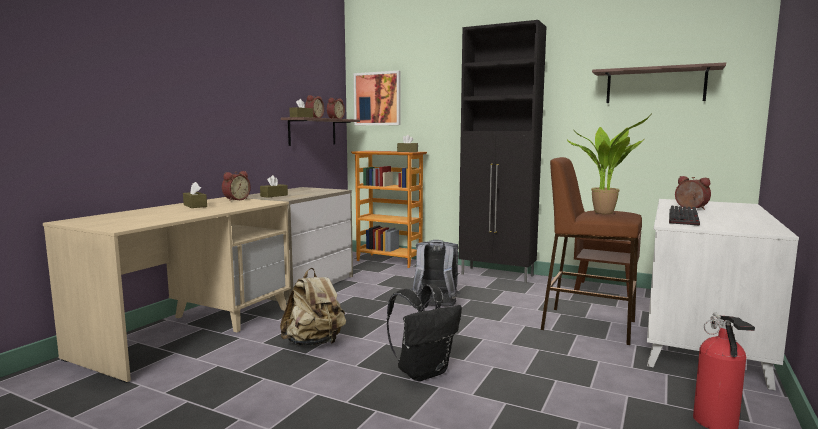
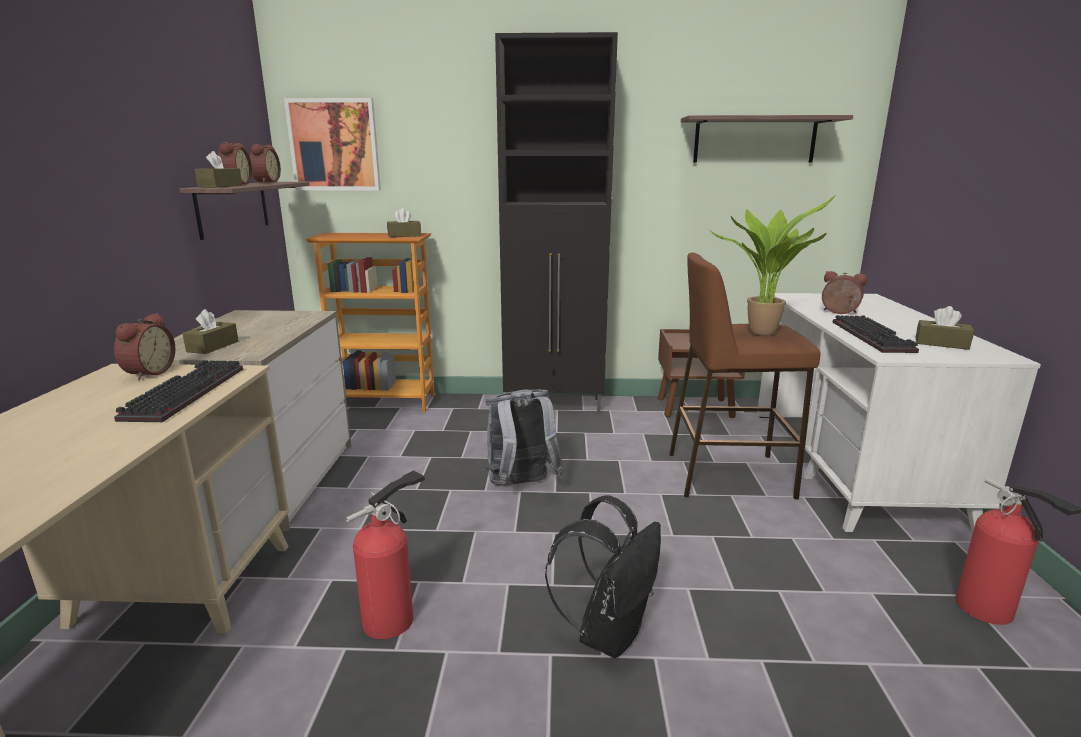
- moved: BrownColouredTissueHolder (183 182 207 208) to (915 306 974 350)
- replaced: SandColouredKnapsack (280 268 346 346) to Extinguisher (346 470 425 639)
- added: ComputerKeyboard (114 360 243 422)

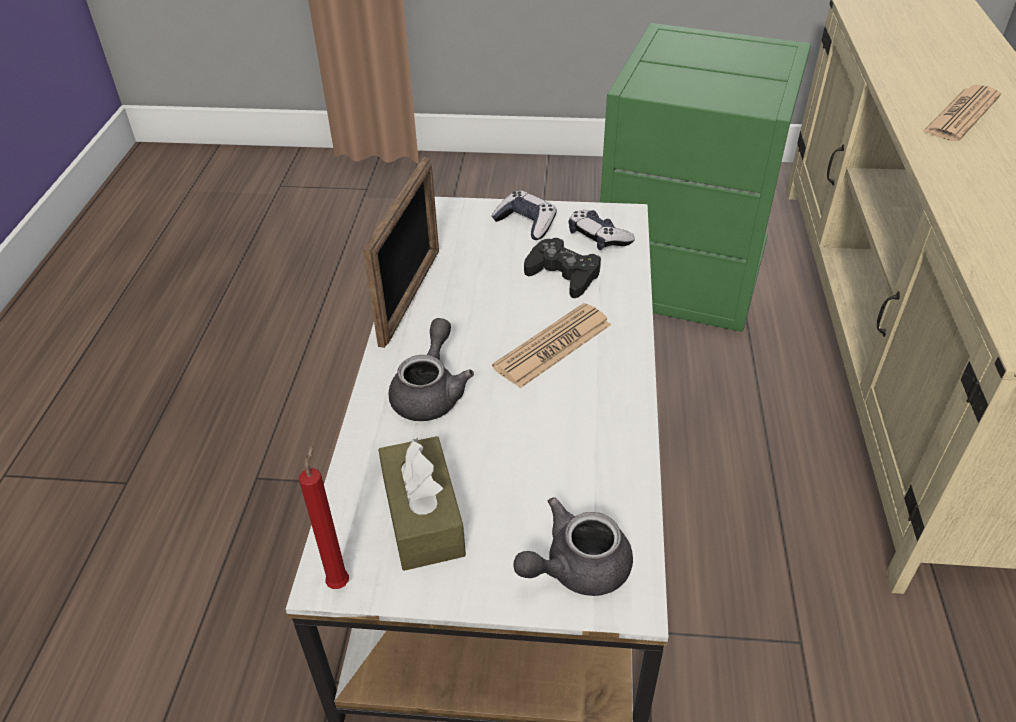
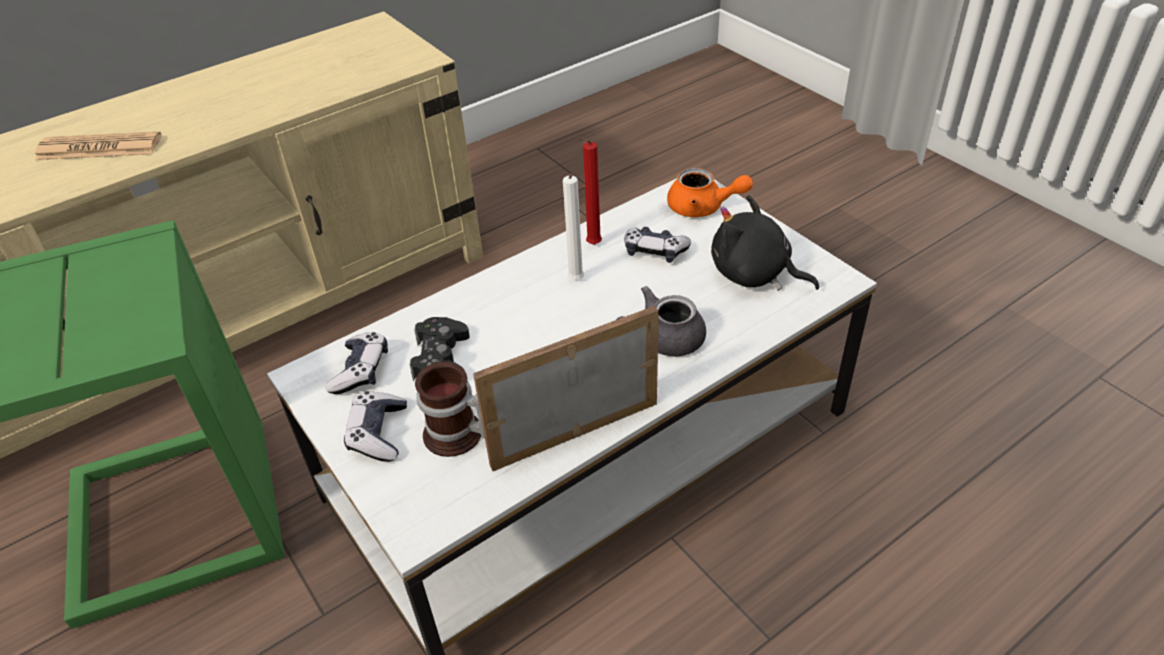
- removed: DailyPaper (492 303 611 388)
- replaced: BrownColouredTissueHolder (378 436 466 571) to BlackSoftToy (711 195 819 291)
- moved: ReddishCandle (299 445 349 589) to (578 137 602 245)
- recoloured: GreyTeapot (513 497 633 596) to OrangeyTeapot (667 168 753 217)
- added: WhiteCandle (563 174 584 280)
- added: GameController (624 227 691 263)
- added: CoffeeMug (415 362 485 457)

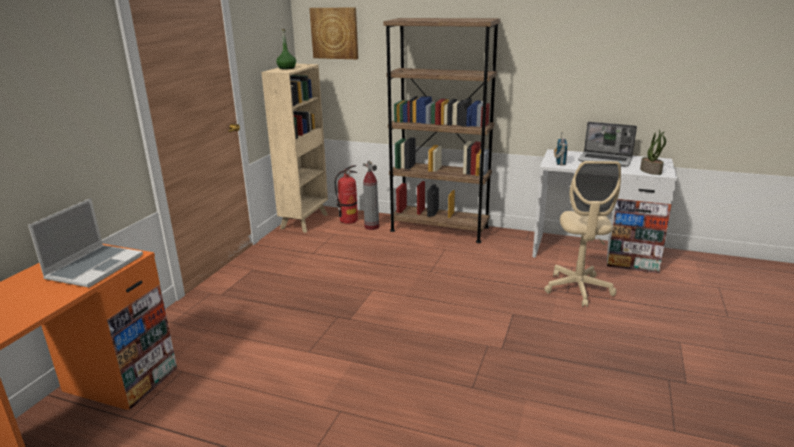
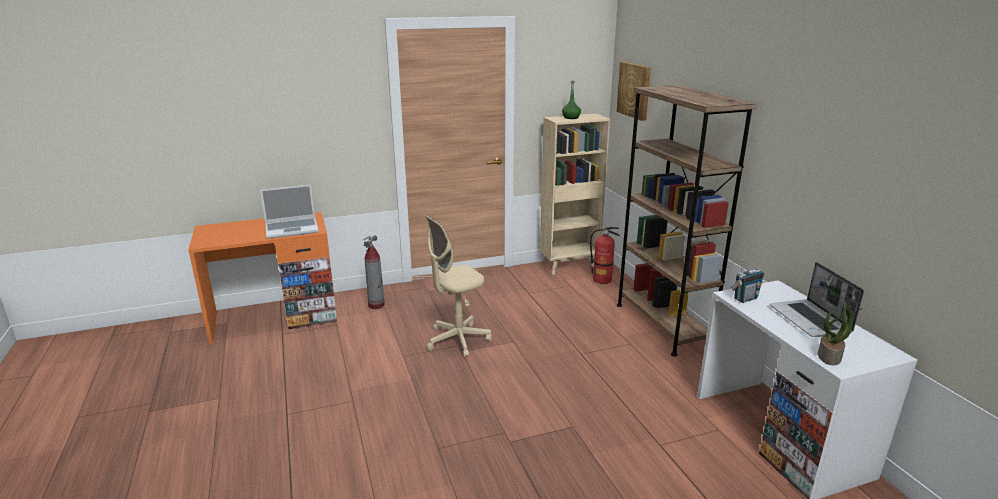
- moved: Extinguisher (363 160 379 230) to (363 235 385 309)
- moved: SandColouredComputerChair (544 161 621 307) to (425 215 492 358)

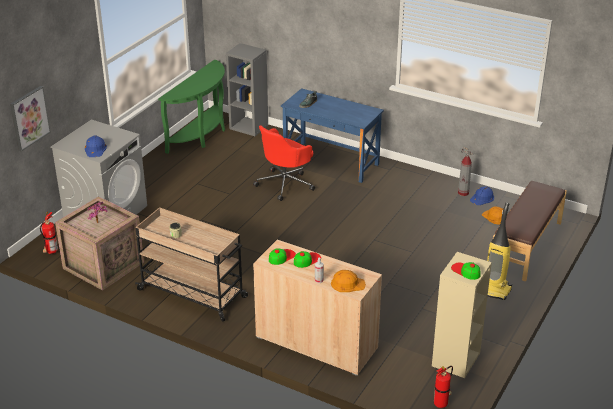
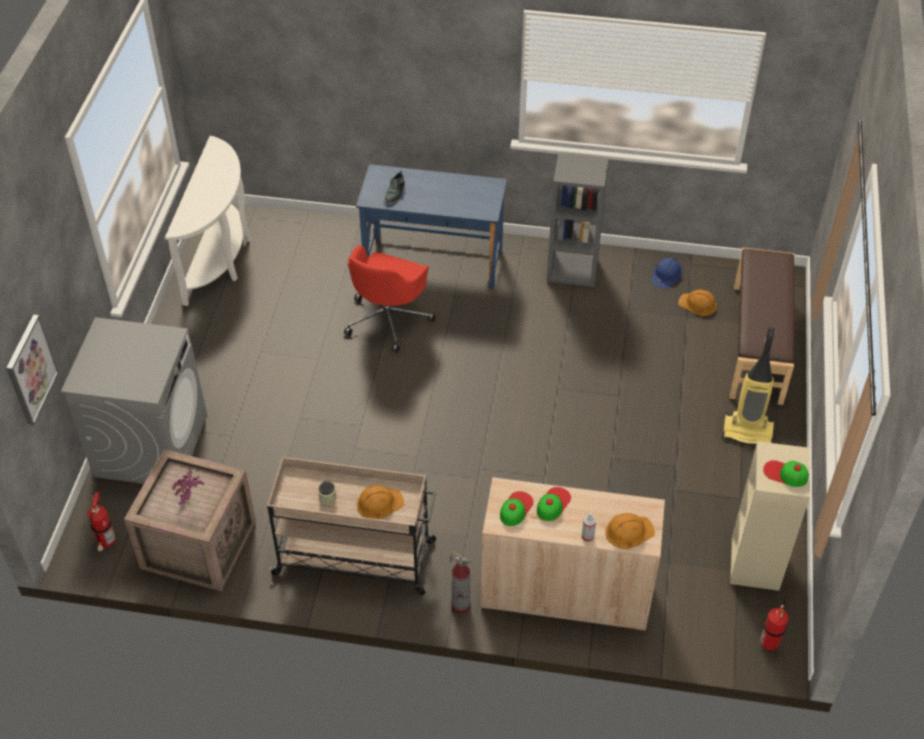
- moved: GreyShelvingUnit (226 43 268 136) to (547 153 609 287)
- recoloured: GreenHallTable (158 59 225 154) to WhiteHallTable (165 136 251 306)
- removed: BlueColouredHardHat (85 135 107 157)
- moved: Extinguisher (458 147 474 196) to (449 551 473 614)
- added: OrangeyHardHat (357 485 404 519)

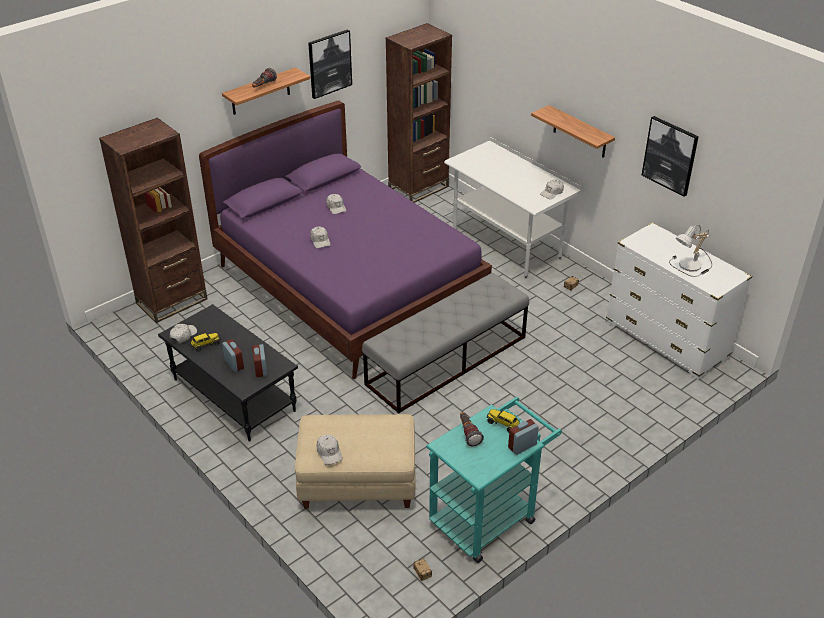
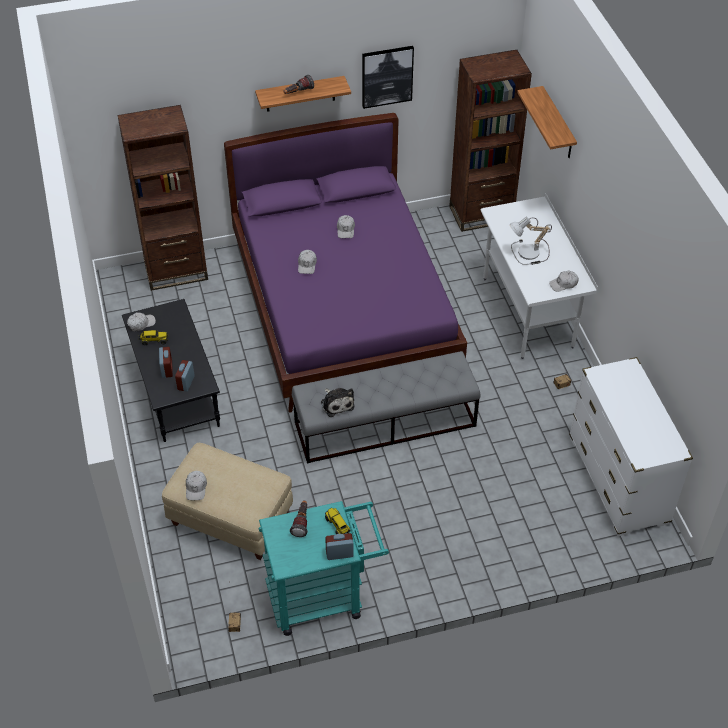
- moved: BracketShelf (531 105 615 158) to (517 86 577 158)
- removed: Picture (642 116 699 197)
- moved: TabletopLamp (669 225 712 277) to (510 217 552 265)
- added: SoftToy (321 388 354 417)

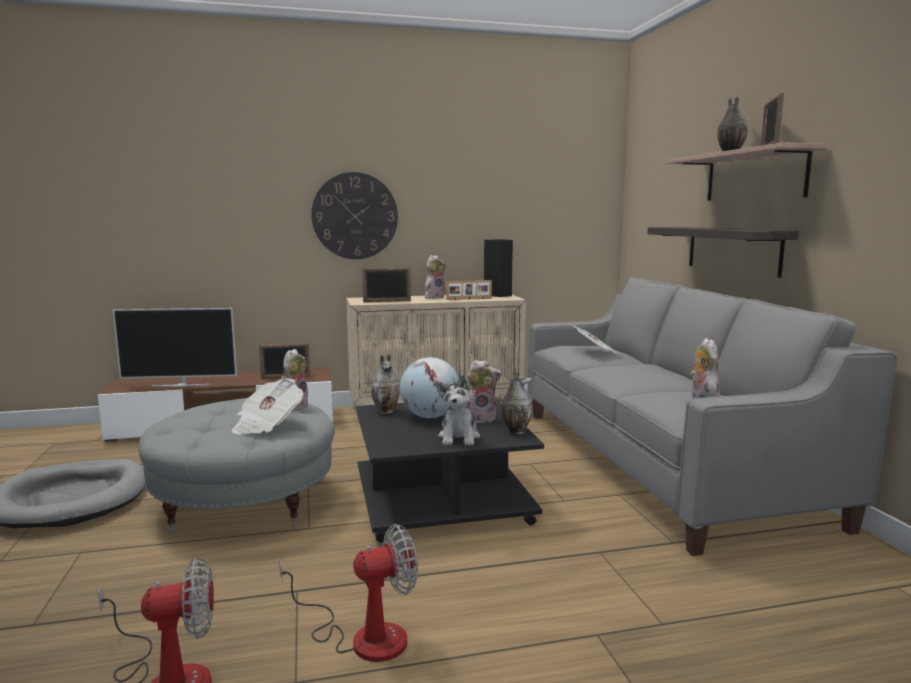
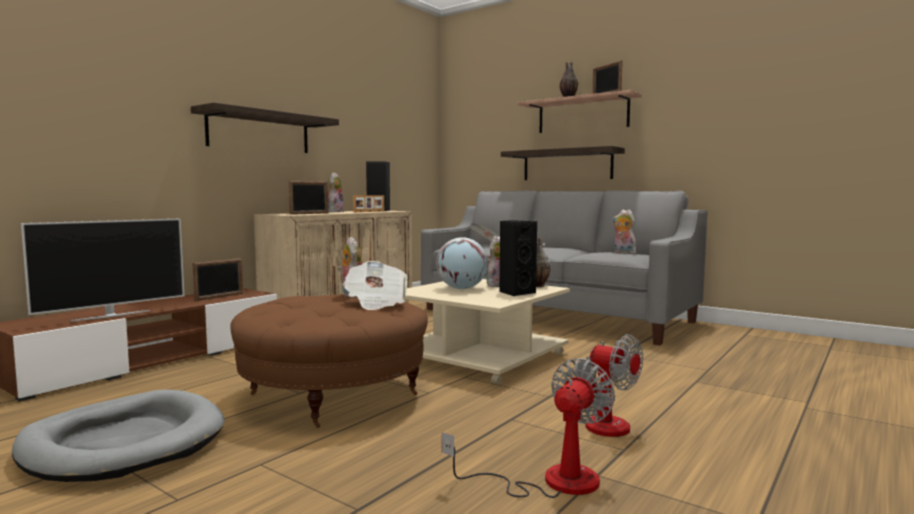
- replaced: WallClock (311 172 398 259) to BracketShelf (191 103 339 153)
- removed: DecorativeVase (371 354 400 414)
- replaced: SoftToy (437 375 480 445) to BlackSpeaker (499 220 537 296)
- recoloured: GreyOttoman (138 398 335 533) to BrownColouredOttoman (230 295 428 428)
- recoloured: BlackCoffeeTable (356 398 544 543) to SandColouredCoffeeTable (403 279 570 384)
- turned: ElectricFan (279 524 418 662) = (583 334 643 437) 105 degrees clockwise

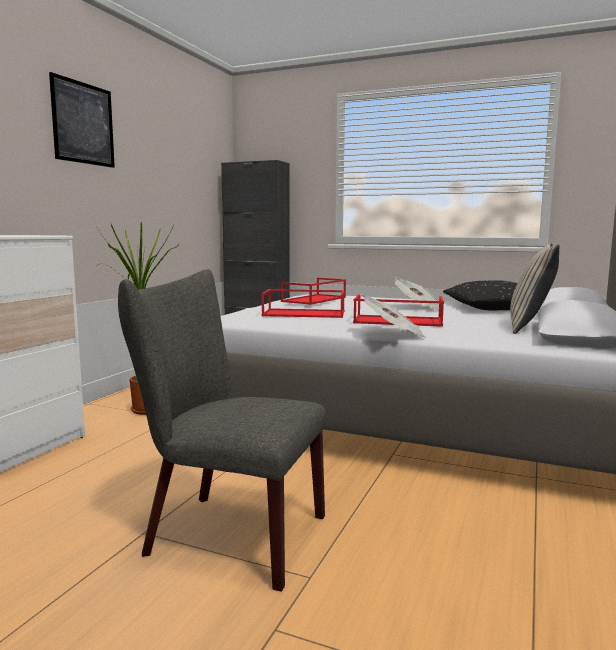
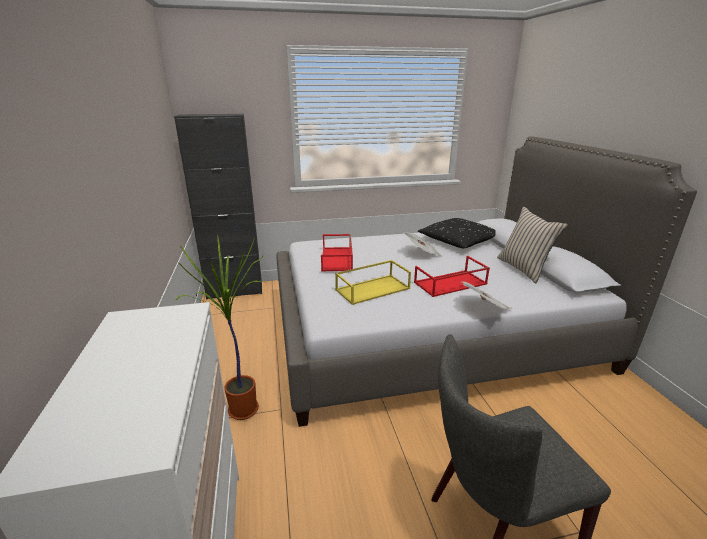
- removed: Picture (49 72 115 168)
- recoloured: ReddishCarryingTray (262 289 345 318) to YellowishCarryingTray (335 260 411 305)

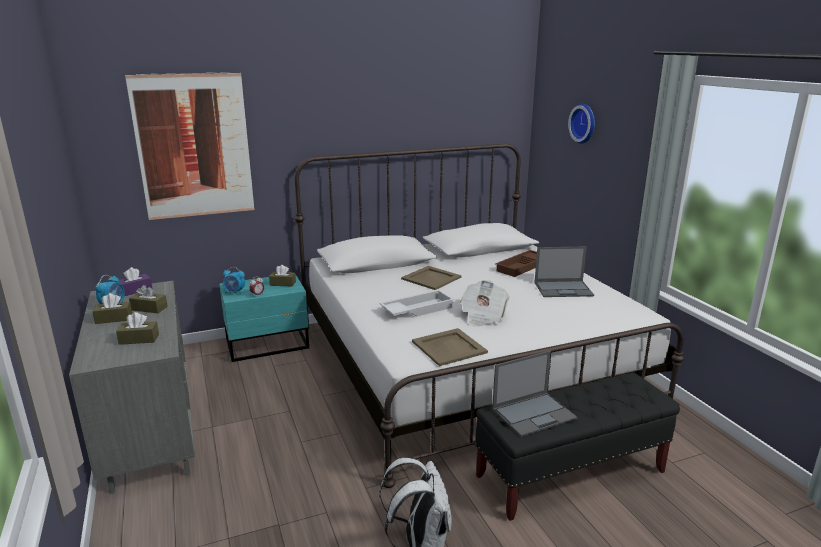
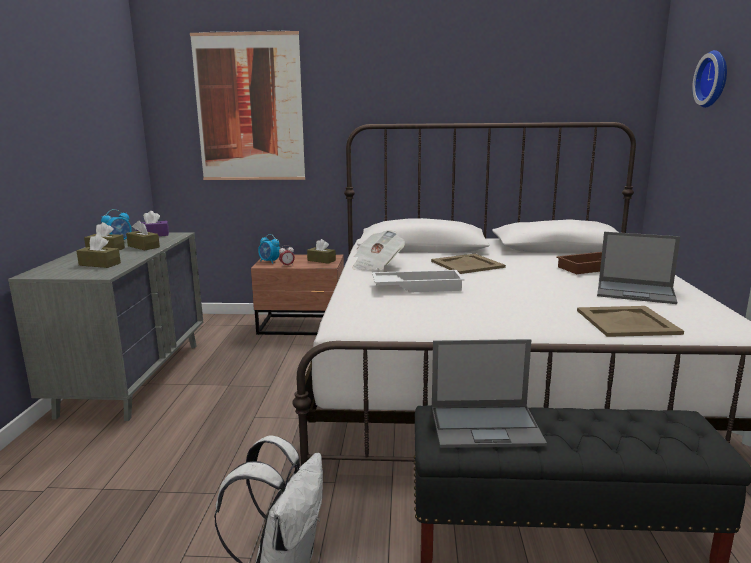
- recoloured: TurquoiseNightstand (219 274 309 362) to BrownColouredNightstand (251 254 344 335)
- moved: DailyPaper (460 280 509 326) to (352 230 405 271)
- moved: SandColouredCarryingTray (412 328 488 366) to (577 306 684 337)

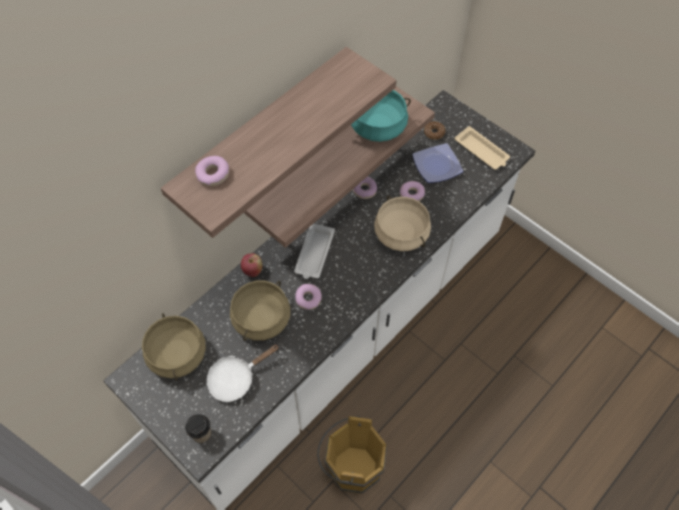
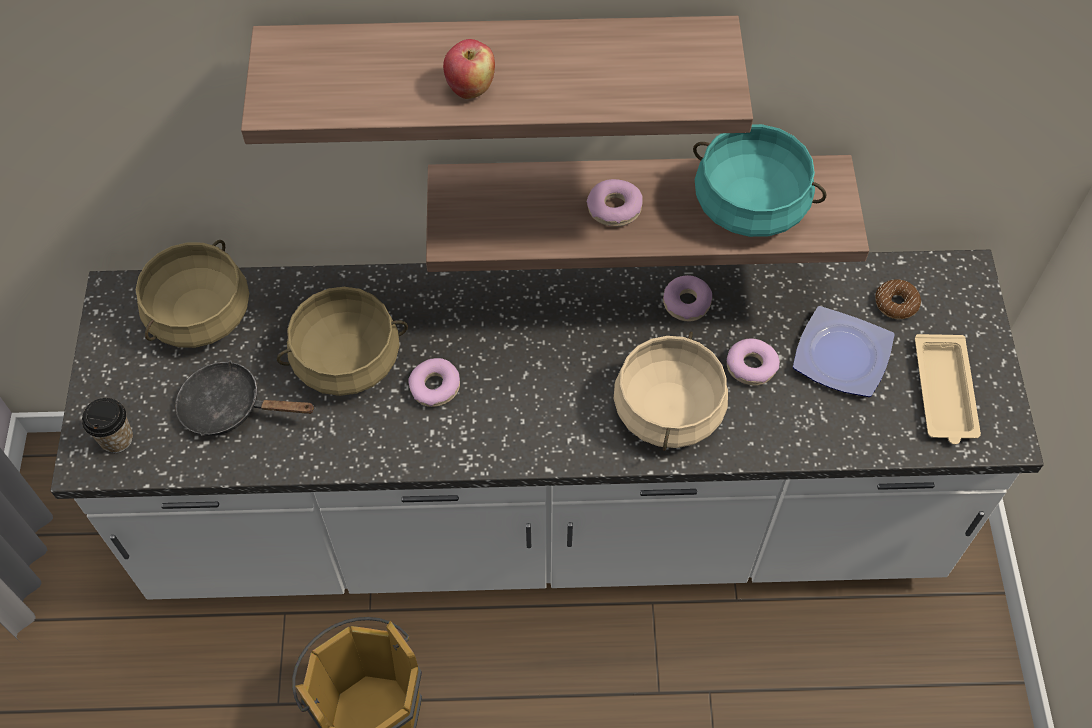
- moved: RingDoughnut (195 156 229 186) to (587 179 643 227)
- removed: WhiteCarryingTray (294 224 335 279)
- moved: AppleFruit (241 253 262 277) to (443 39 495 99)
- recoloured: WhitePan (206 344 279 402) to BlackPan (175 361 315 436)

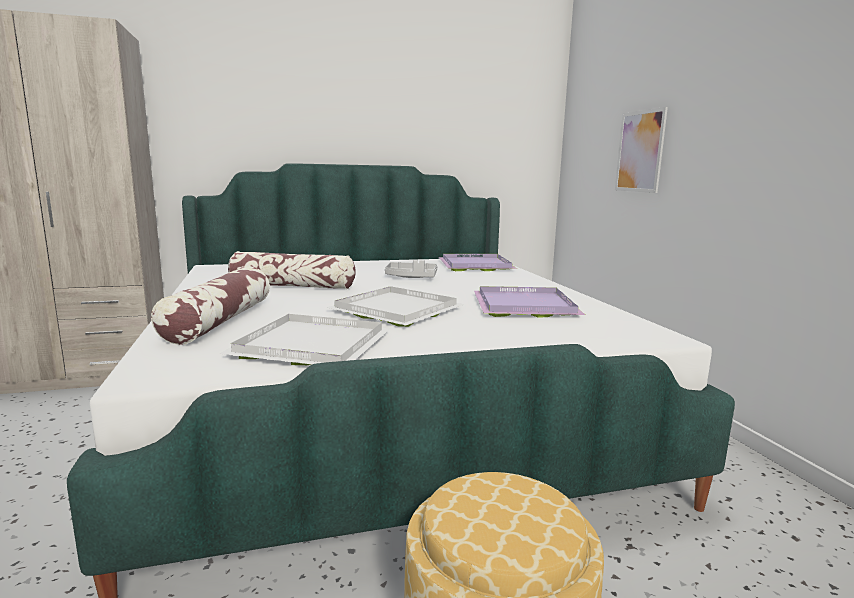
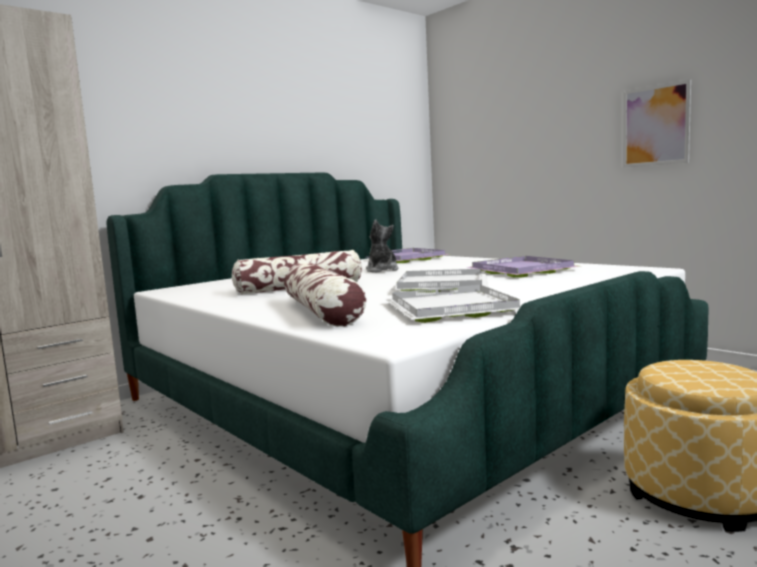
- moved: Picture (615 107 668 193) to (623 79 691 167)
- replaced: GreyCarryingTray (385 260 437 278) to SoftToy (366 219 399 272)

